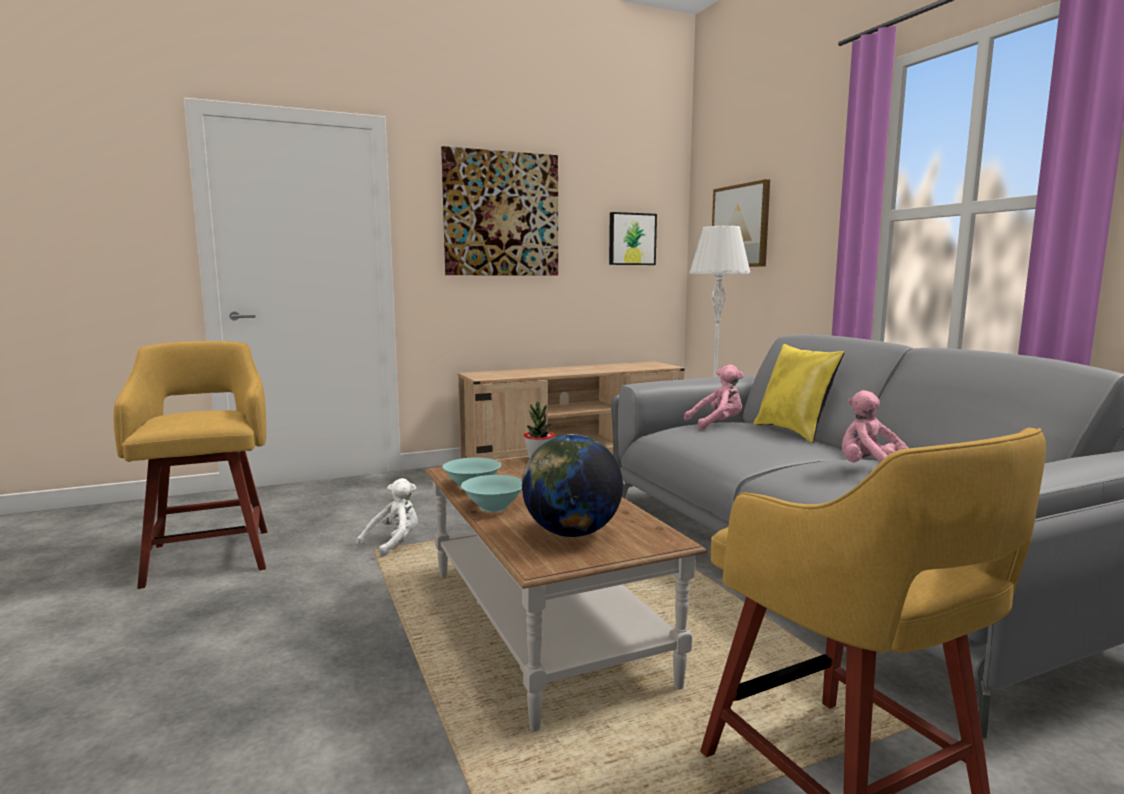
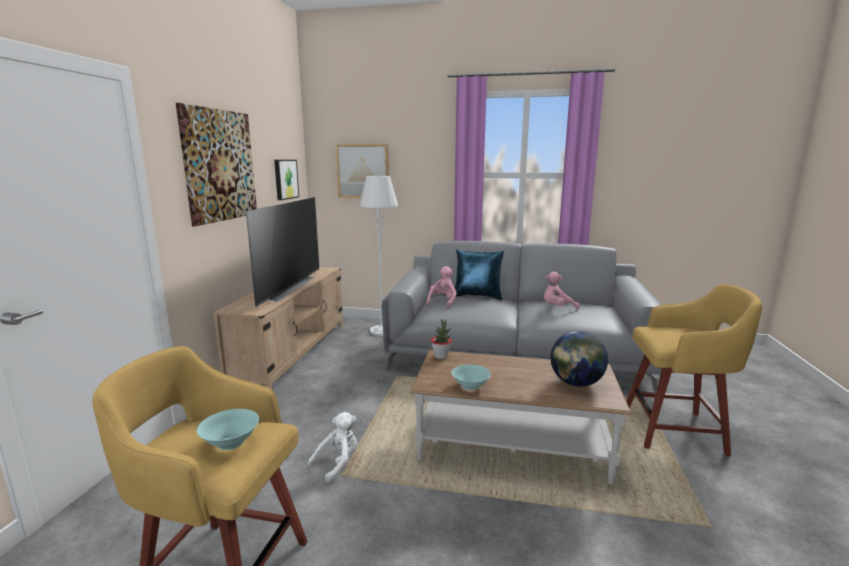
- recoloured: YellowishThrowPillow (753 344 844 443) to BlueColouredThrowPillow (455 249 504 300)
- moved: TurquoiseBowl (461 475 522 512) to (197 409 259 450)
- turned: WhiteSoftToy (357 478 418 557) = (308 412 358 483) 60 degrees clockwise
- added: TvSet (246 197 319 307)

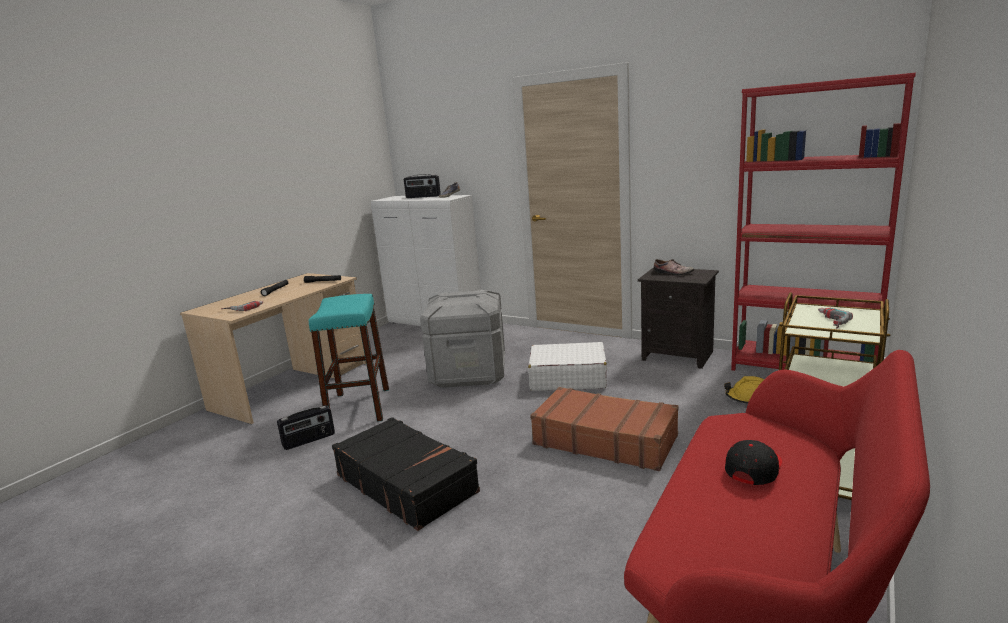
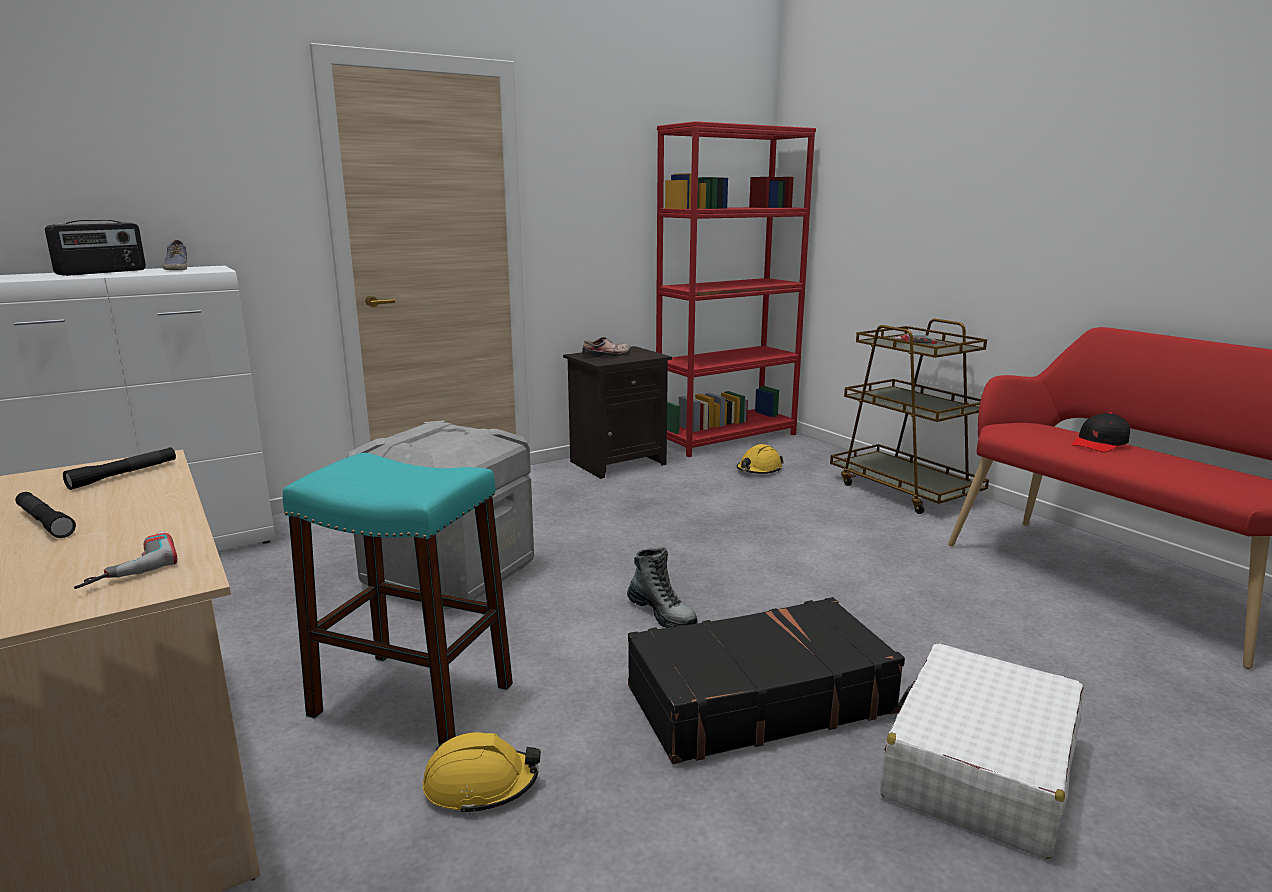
- moved: WhiteSuitcase (528 342 607 391) to (880 643 1084 859)
- removed: BrownColouredSuitcase (530 387 679 471)
- replaced: RadioReceiver (277 405 335 450) to YellowishHardHat (423 732 541 815)
- turned: BlackBaseballCap (725 440 782 485) = (1072 412 1130 453) 105 degrees counterclockwise
- added: HighTopBoot (627 547 698 628)

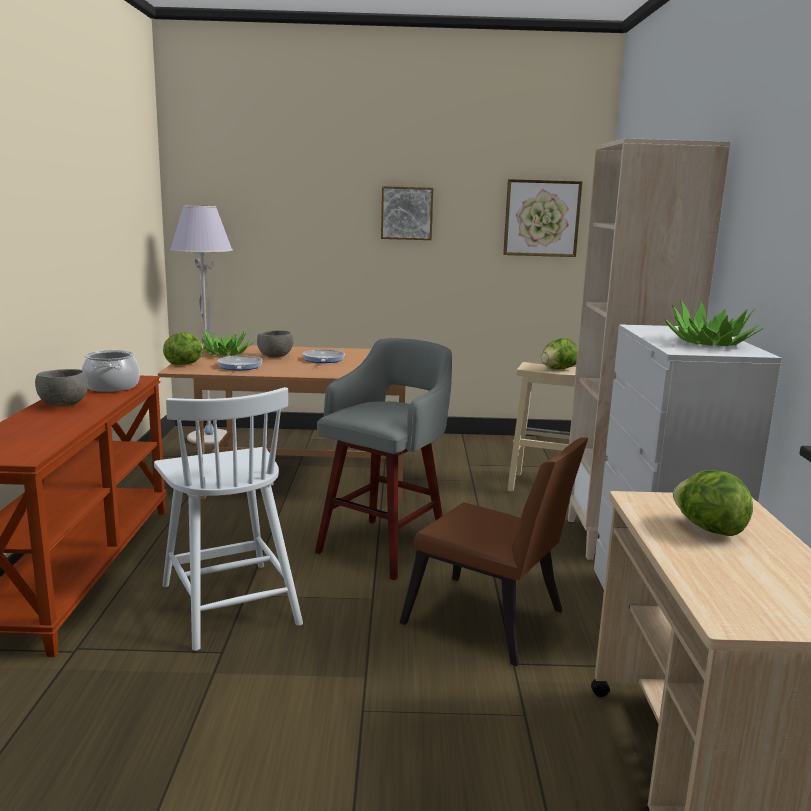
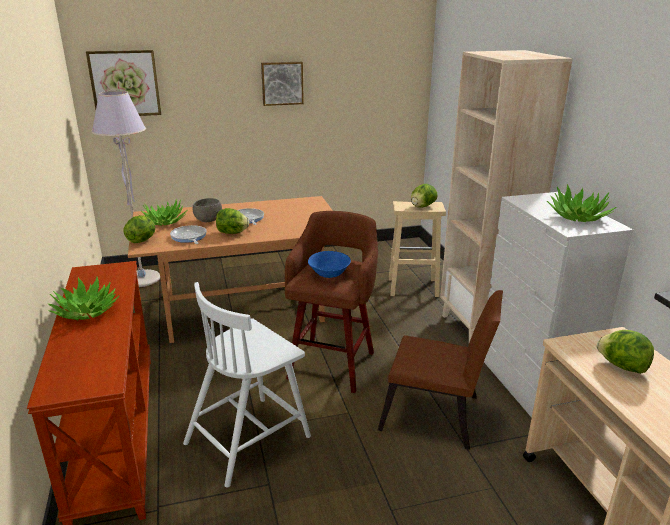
- moved: Picture (503 179 582 257) to (86 50 161 116)
- recoloured: GreyStoolSeat (315 338 452 580) to BrownColouredStoolSeat (285 211 378 393)
- removed: CookingPot (82 350 140 392)
- replaced: GreyBowl (35 369 88 406) to PottedPlant (47 277 119 320)
- turned: WhiteChair (154 387 303 651) = (183 282 311 488) 90 degrees clockwise
- added: LettuceHead (216 208 249 234)
- added: BlueColouredBowl (308 251 351 278)

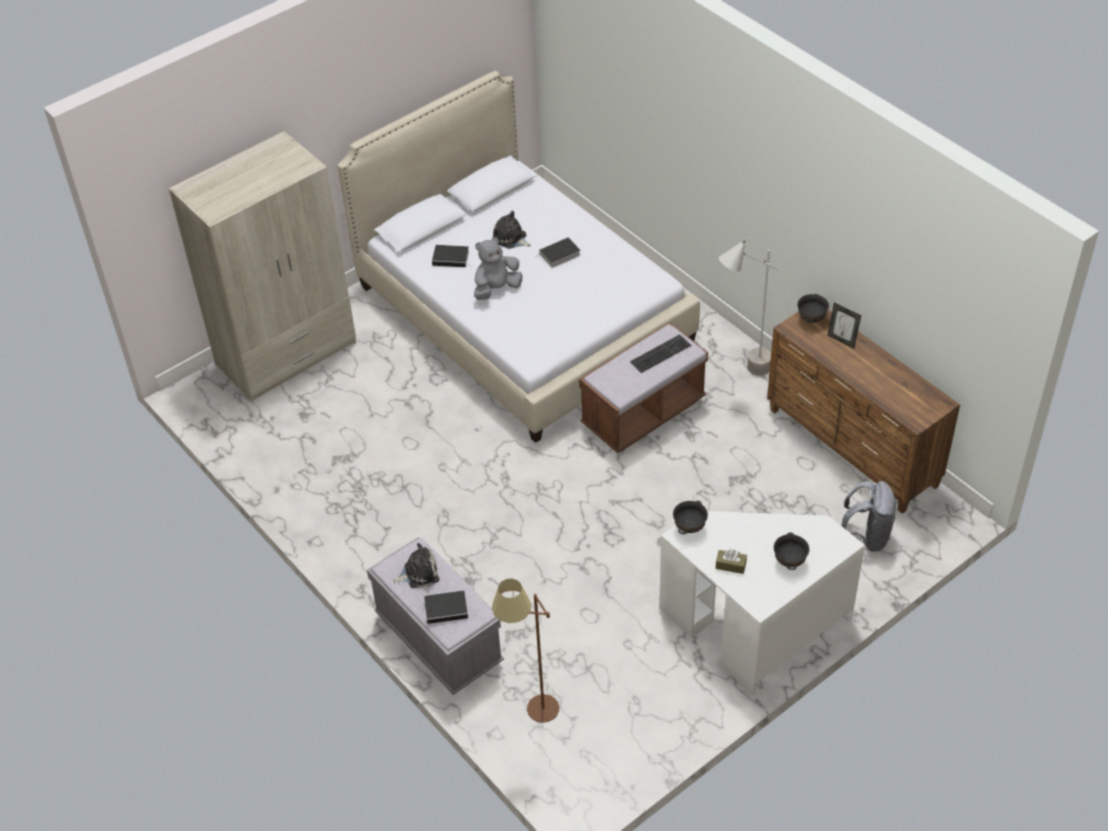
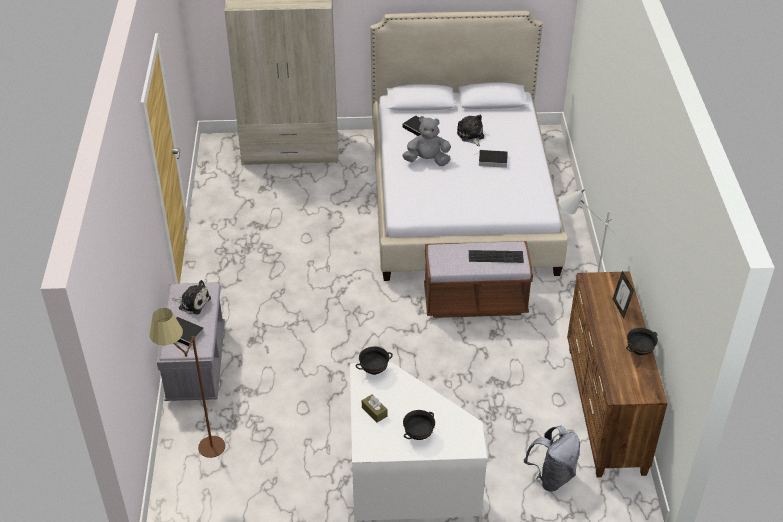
- moved: BlackBowl (797 294 829 323) to (626 327 658 356)

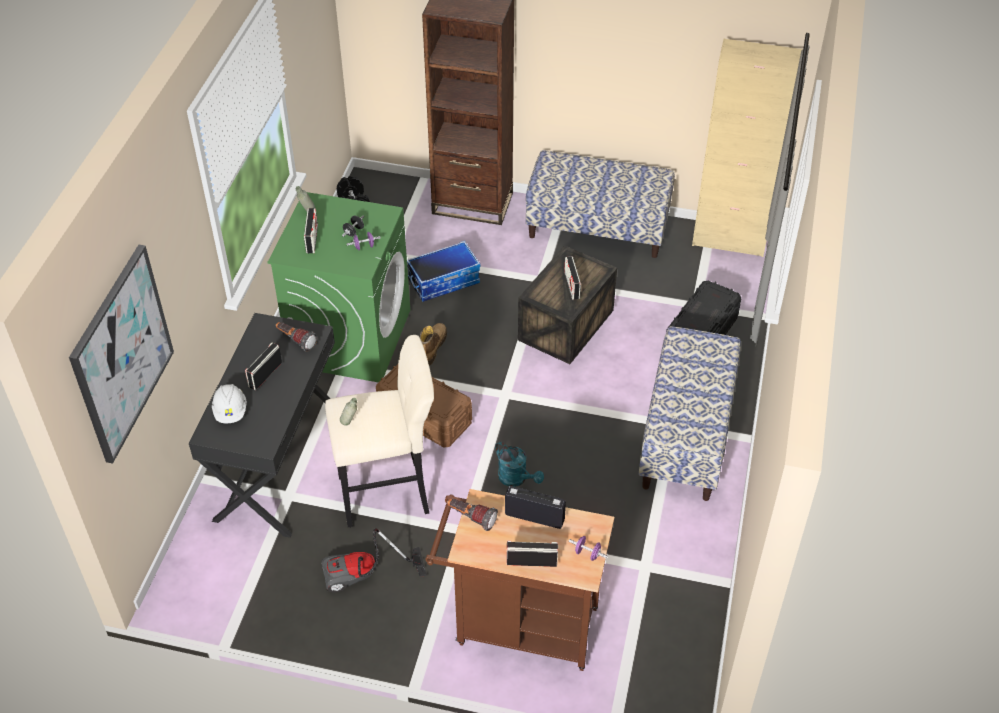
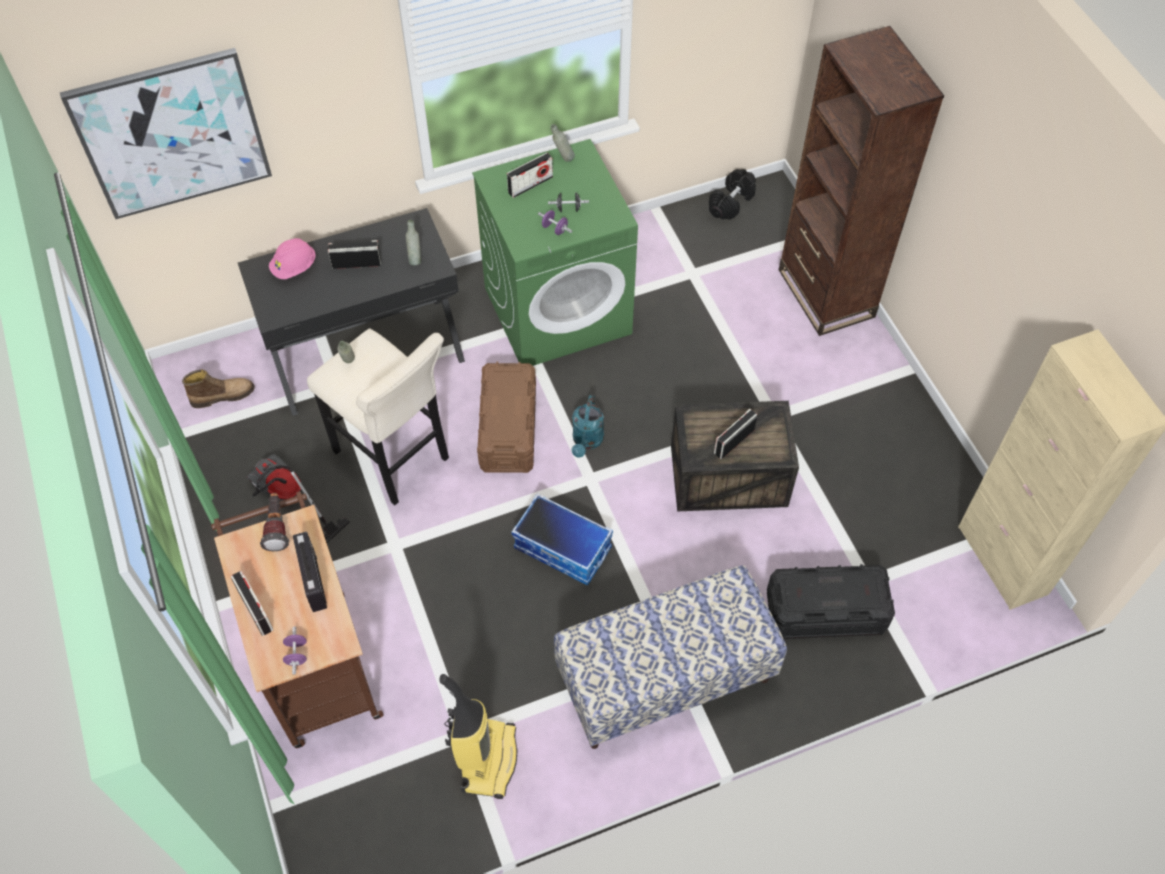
- removed: IndoorBench (526 150 675 258)
- moved: StorageBox (407 241 480 302) to (511 493 613 585)
- replaced: Torch (276 322 317 352) to GreyBottle (406 220 421 265)
- moved: HighTopBoot (420 323 447 365) to (182 369 255 408)
- recoloured: WhiteHardHat (212 384 247 423) to PinkishHardHat (269 238 316 279)
- moved: TurquoiseWateringPot (495 441 544 487) to (572 395 604 457)
- added: Vacuum (439 674 517 799)

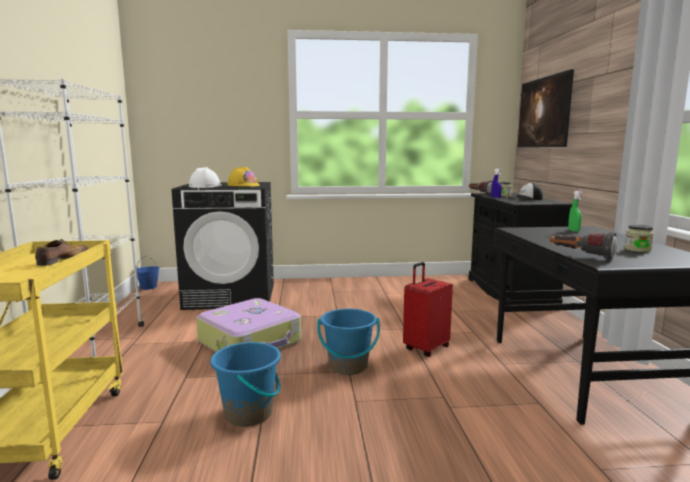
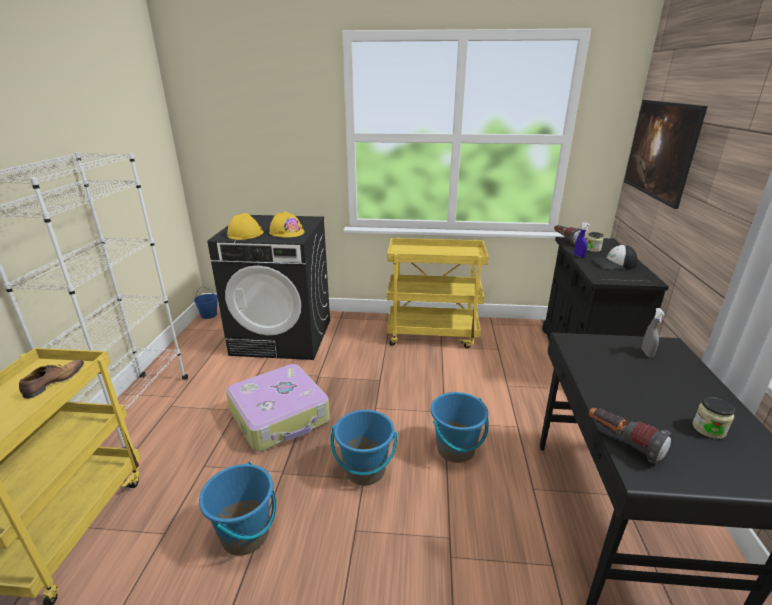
- recoloured: WhiteHardHat (189 167 222 188) to YellowishHardHat (227 213 264 240)
- recoloured: GreenSprayBottle (568 191 582 232) to GreySprayBottle (642 308 665 358)
- replaced: ReddishSuitcase (403 262 453 357) to BlueColouredWaterBucket (431 392 489 463)
- added: YellowishCart (387 238 489 349)

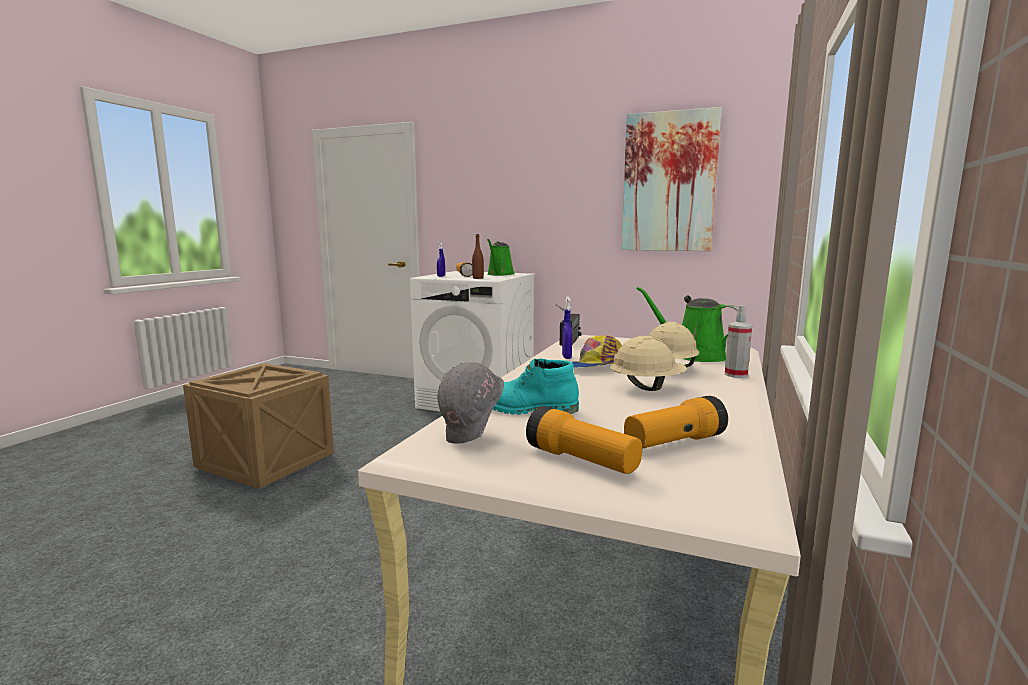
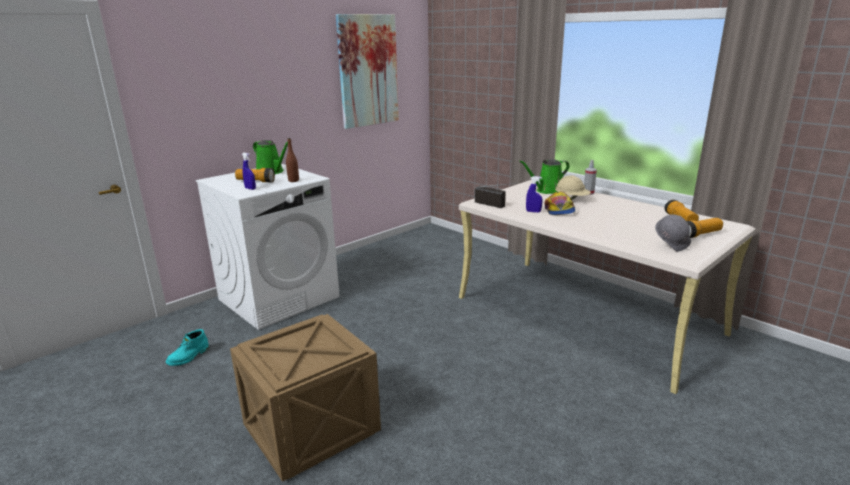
- removed: SandColouredHardHat (610 336 687 391)
- moved: TurquoiseHighTopBoot (493 358 579 415) to (166 329 209 366)

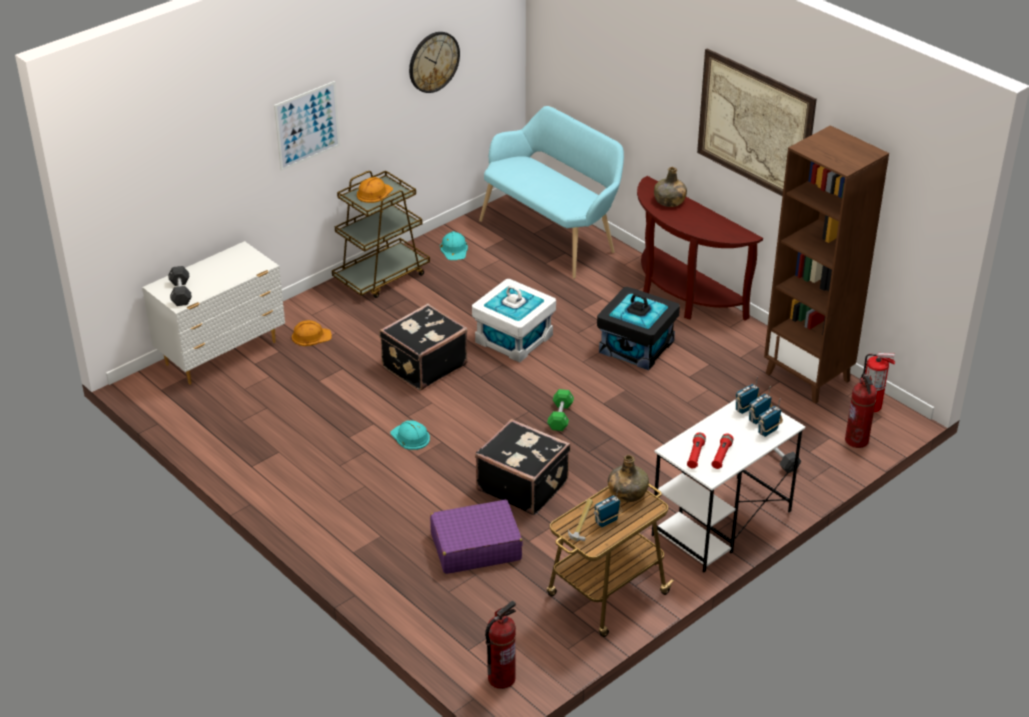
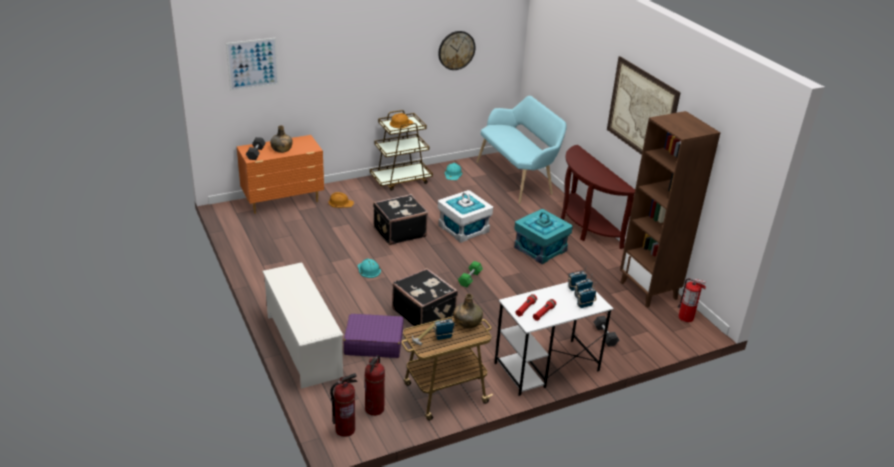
- moved: Picture (274 81 340 171) to (226 38 279 91)
- moved: GreenBottle (654 167 687 207) to (270 125 293 153)
- recoloured: WhiteDrawerChest (142 241 285 385) to OrangeyDrawerChest (237 135 324 214)
- recoloured: BlackStorageBox (597 287 680 370) to TurquoiseStorageBox (514 209 573 264)
- moved: Extinguisher (845 373 877 448) to (365 355 385 416)
- added: WhiteShoeStand (262 262 343 389)

